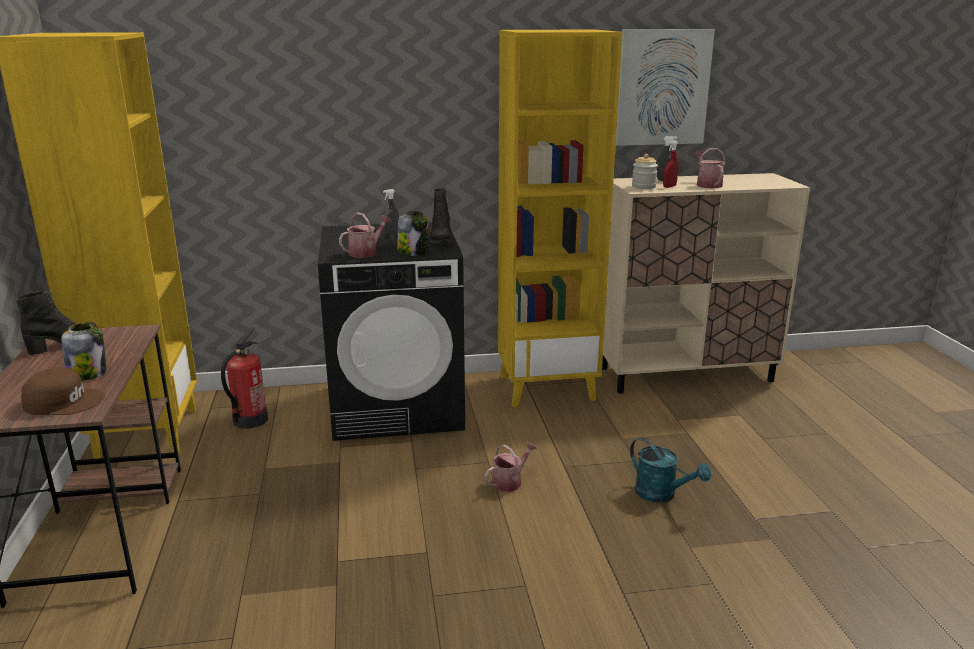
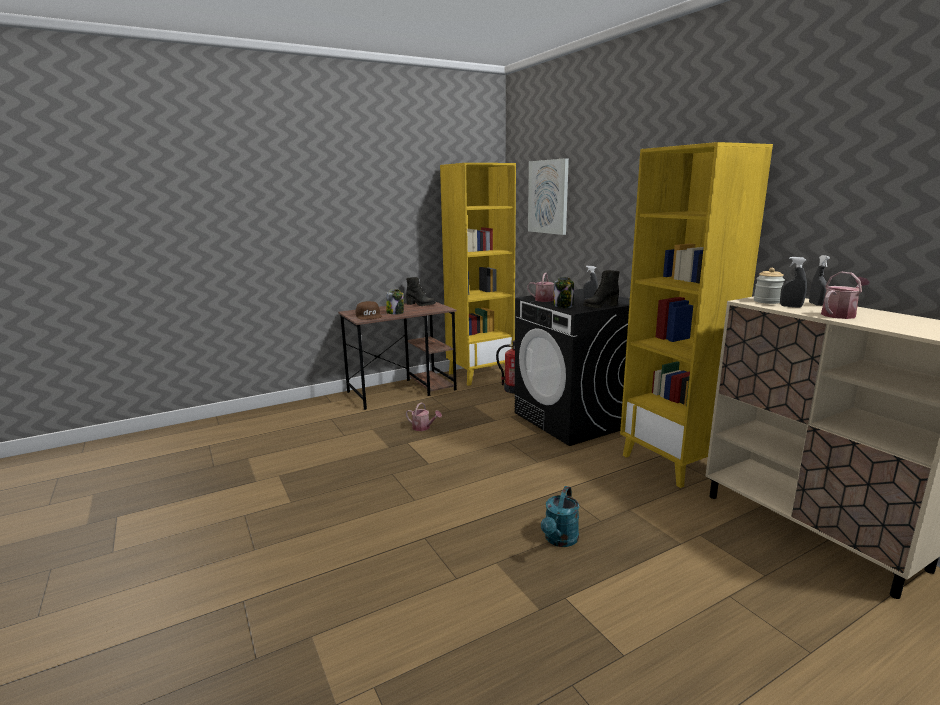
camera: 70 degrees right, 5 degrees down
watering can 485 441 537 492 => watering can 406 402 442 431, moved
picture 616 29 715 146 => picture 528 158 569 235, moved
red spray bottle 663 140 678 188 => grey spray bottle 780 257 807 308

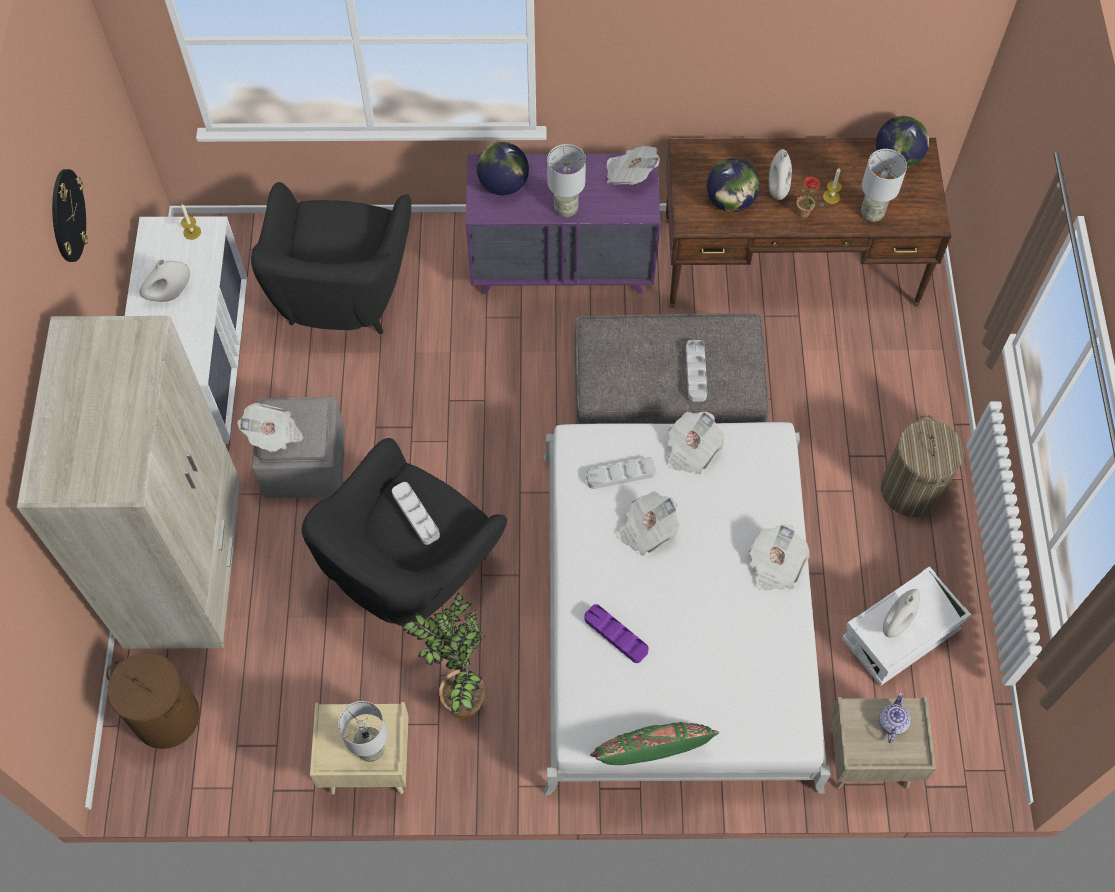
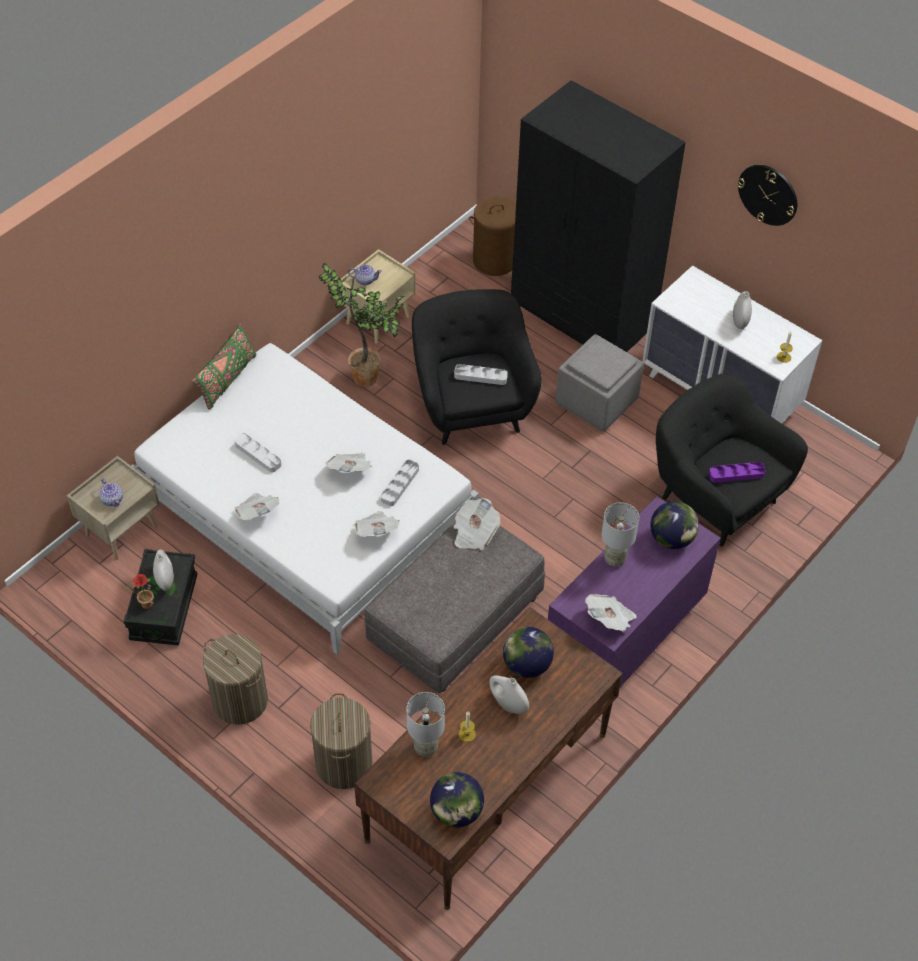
camera: 130 degrees right, 10 degrees down
nothing => laundry basket 310 693 372 789
newspaper 237 403 303 452 => newspaper 454 498 501 550, moved
purple tray 584 604 649 663 => purple tray 709 462 765 483, moved
grey tray 686 340 707 402 => grey tray 235 433 281 473, moved
potted plant 796 177 824 218 => potted plant 124 574 155 609, moved
grey table lamp 338 701 387 762 => teapot 348 264 382 285
beige wardrobe 17 316 240 649 => black wardrobe 511 80 686 352
white storage box 842 566 971 686 => black storage box 124 549 197 645

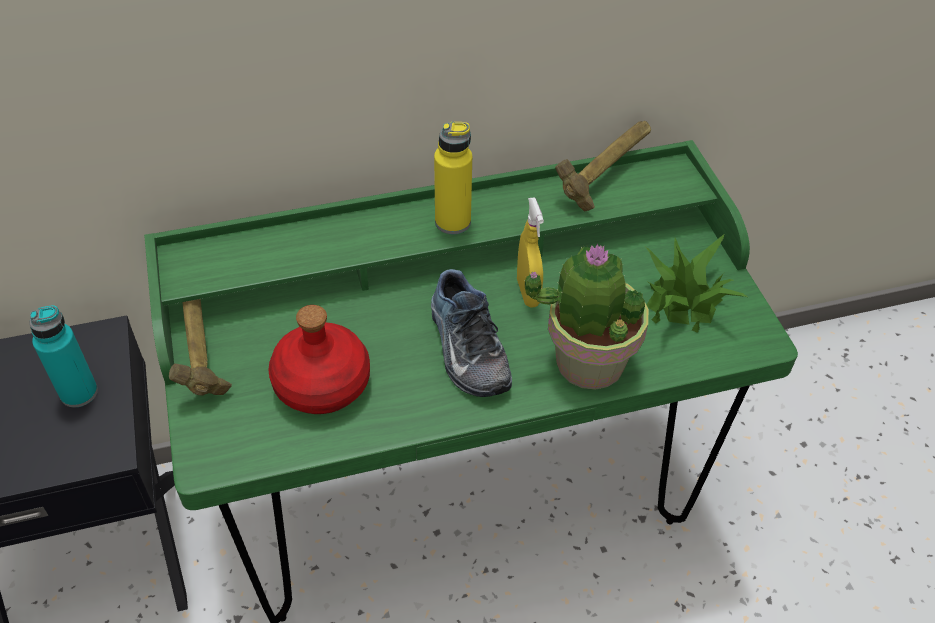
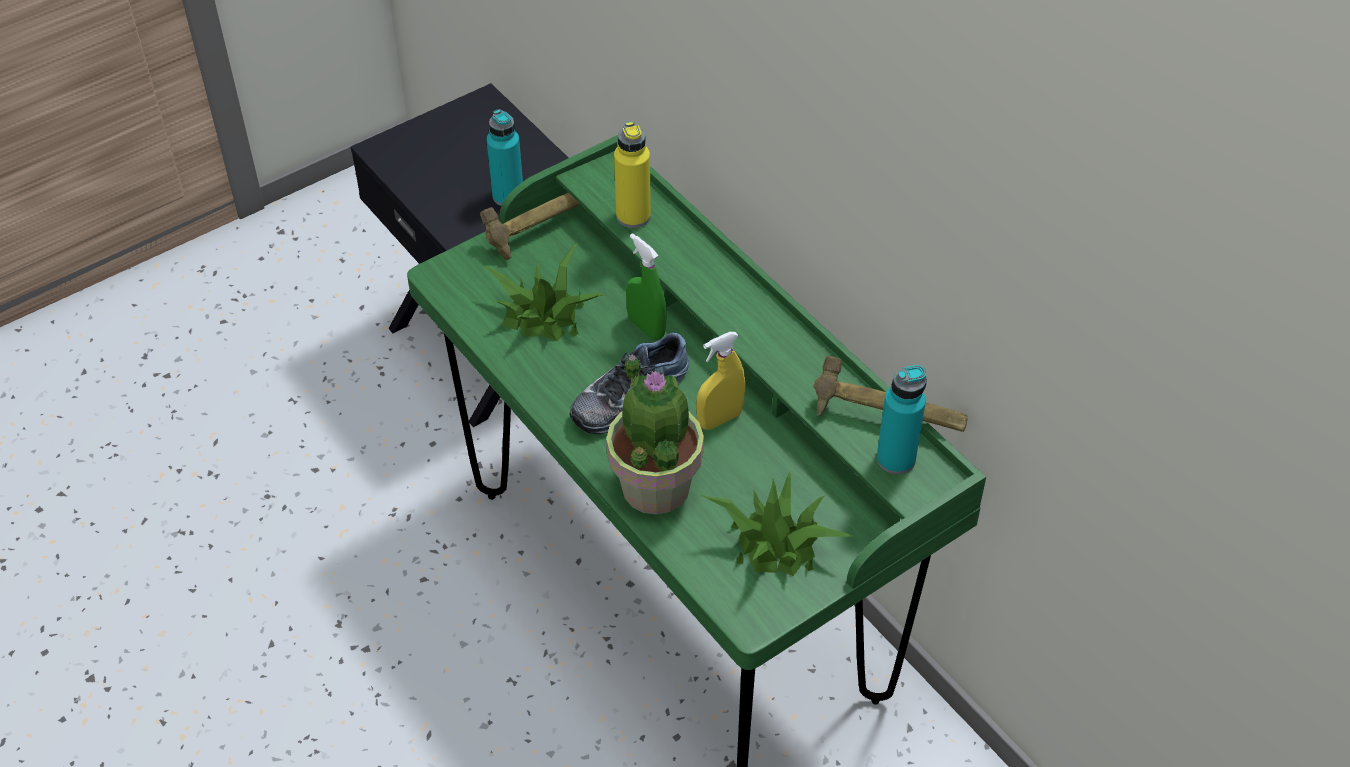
camera: 70 degrees right, 0 degrees up
nothing => green spray bottle 626 233 667 340
nothing => turquoise bottle 877 365 927 475
yellow bottle 434 122 472 234 => yellow bottle 614 122 651 228, moved
red bottle 268 305 370 414 => potted plant 483 242 605 341

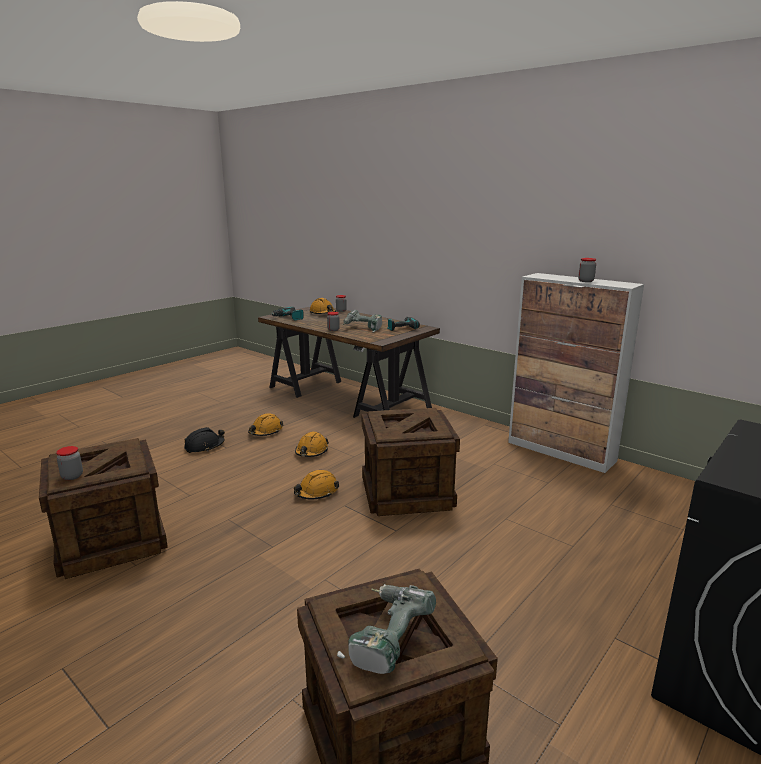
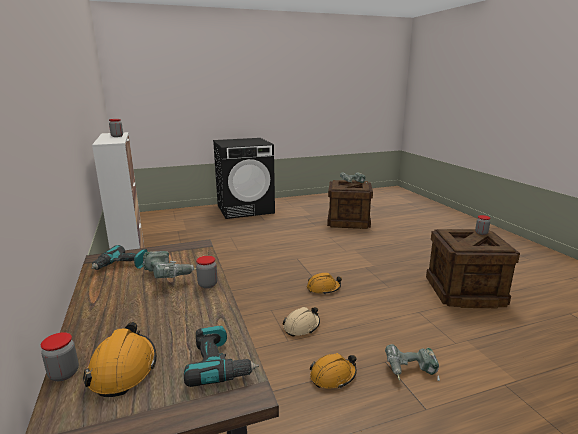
camera: 150 degrees left, 0 degrees up
crate 362 408 460 516 => nothing
black hard hat 184 427 225 453 => power drill 385 344 440 381
orange hard hat 295 432 329 457 => beige hard hat 282 307 320 337

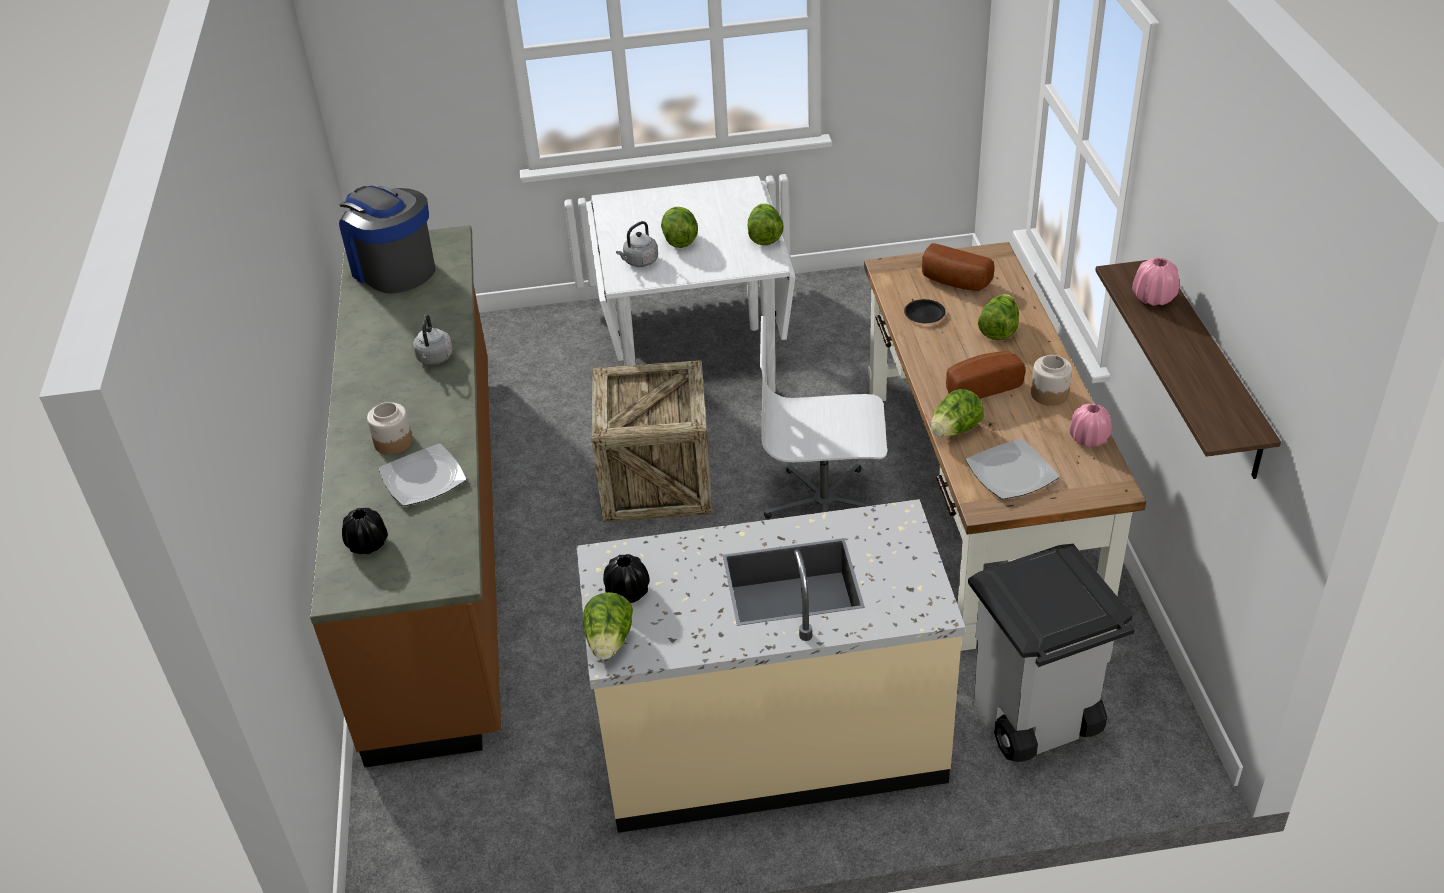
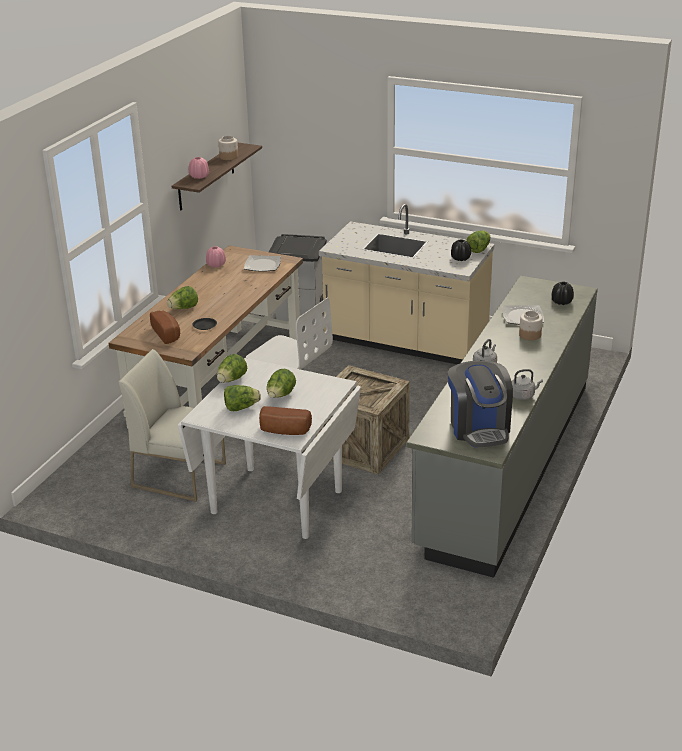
camera: 150 degrees left, 10 degrees down
nothing => white chair 119 349 226 501
grey kettle 616 221 658 267 => grey kettle 511 369 543 400, moved
lettuce 931 389 984 437 => lettuce 224 385 261 411, moved
bread 946 351 1025 399 => bread 259 406 312 435, moved
jar 1031 355 1072 406 => jar 219 136 238 160, moved
brown counter 310 225 501 768 => grey counter 406 276 598 578

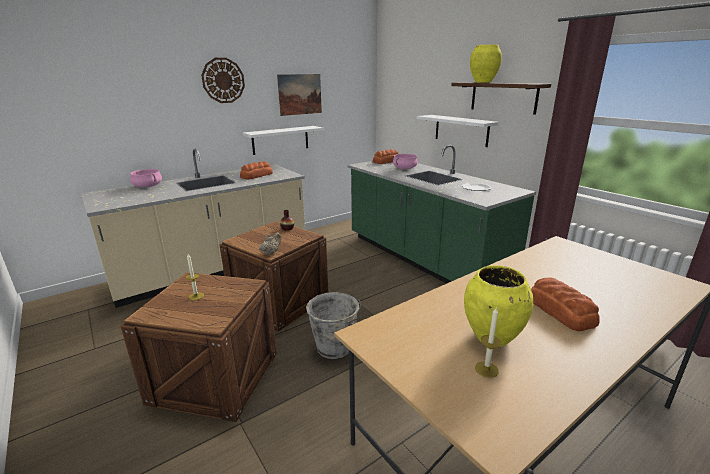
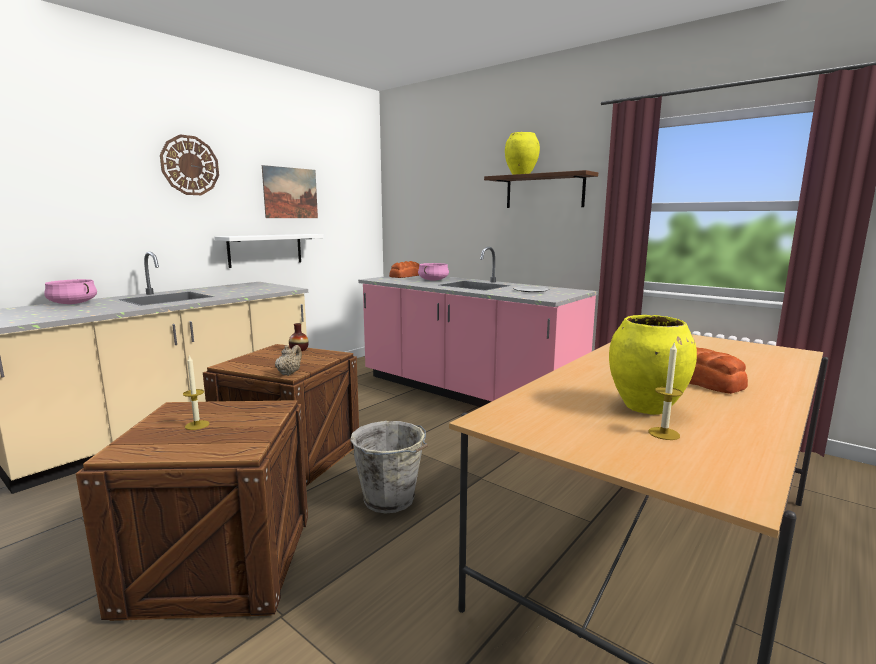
camera: 15 degrees left, 10 degrees down
bread 240 161 273 179 => nothing
white shelf 417 115 499 147 => nothing
green counter 347 145 536 284 => pink counter 358 247 598 407

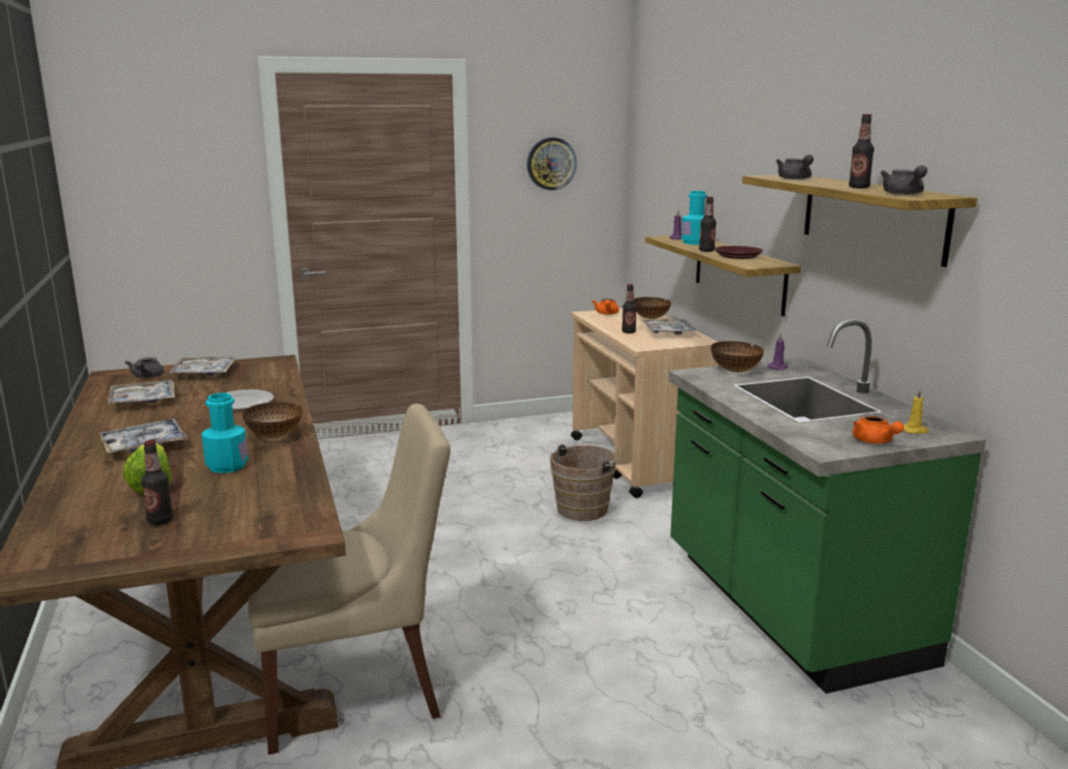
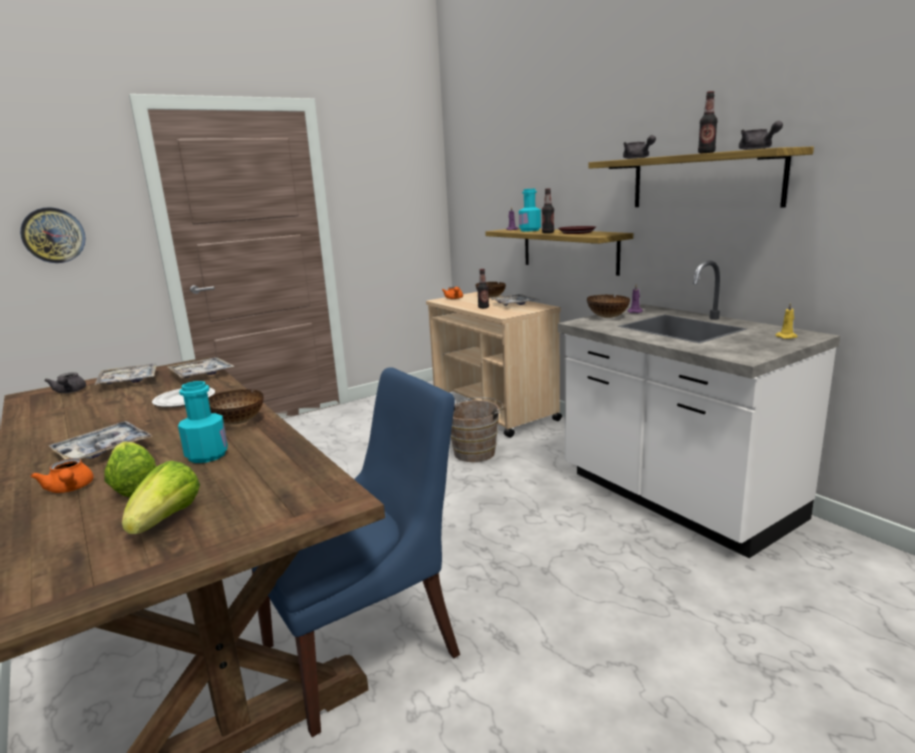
camera: 15 degrees left, 0 degrees up
tray 108 380 175 405 => tray 168 357 235 378, moved
wall clock 527 137 577 190 => wall clock 20 207 86 263, moved
orange teapot 852 413 904 444 => orange teapot 30 458 94 493, moved
bottle 141 440 173 525 => lettuce 122 461 200 534
beige chair 248 404 451 755 => blue chair 251 367 460 737
green counter 669 319 986 694 => white counter 558 261 840 558

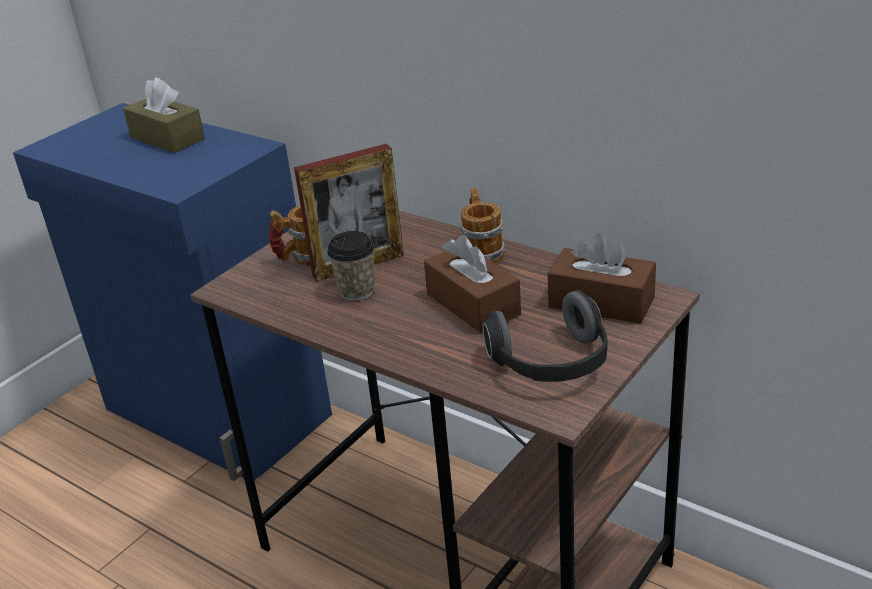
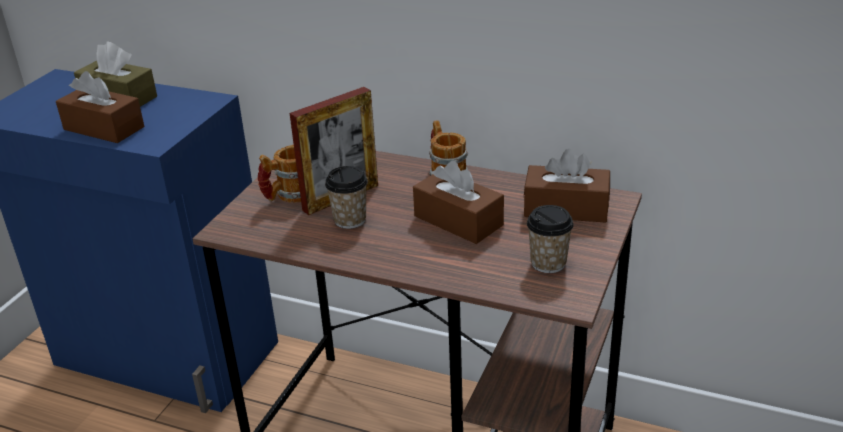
camera: 15 degrees left, 0 degrees up
nothing => brown tissue box 56 71 144 143
headphones 483 290 608 382 => cup 527 205 574 273

